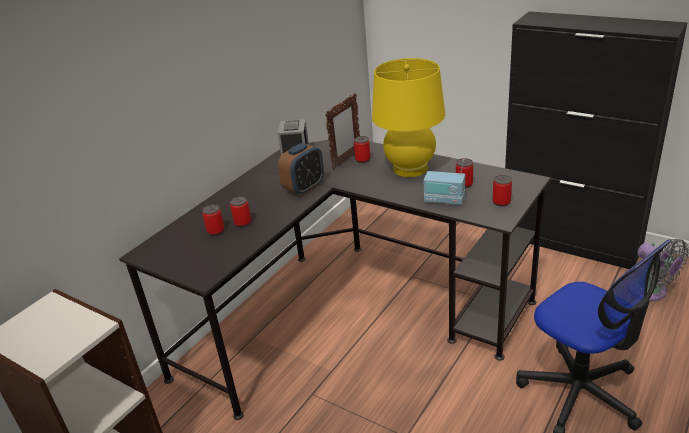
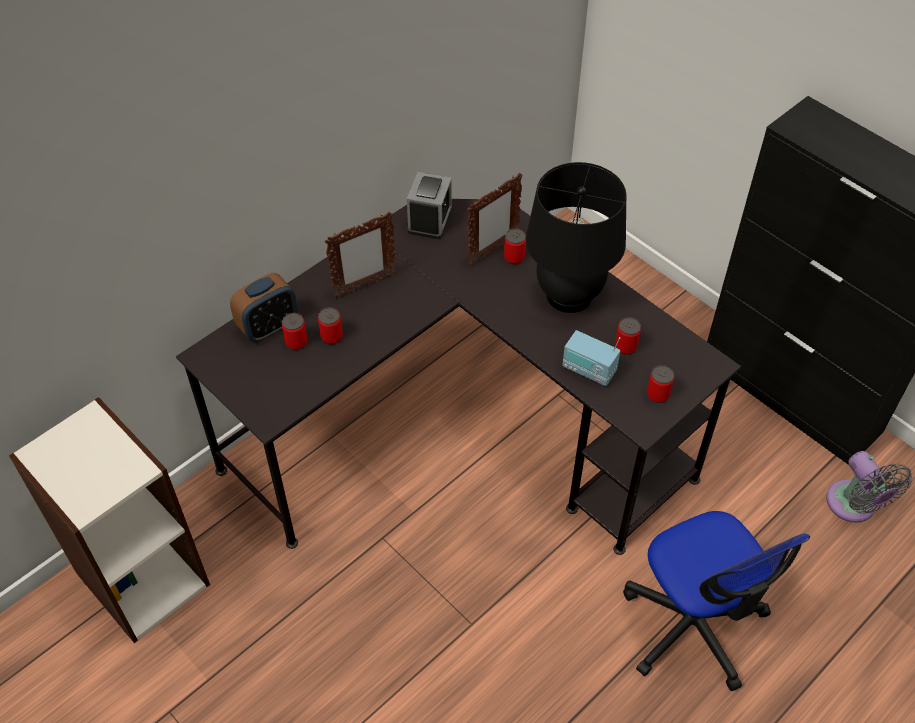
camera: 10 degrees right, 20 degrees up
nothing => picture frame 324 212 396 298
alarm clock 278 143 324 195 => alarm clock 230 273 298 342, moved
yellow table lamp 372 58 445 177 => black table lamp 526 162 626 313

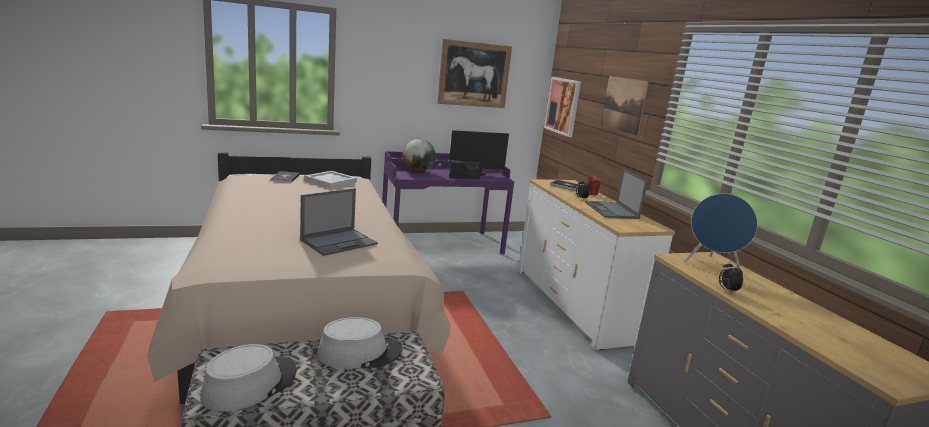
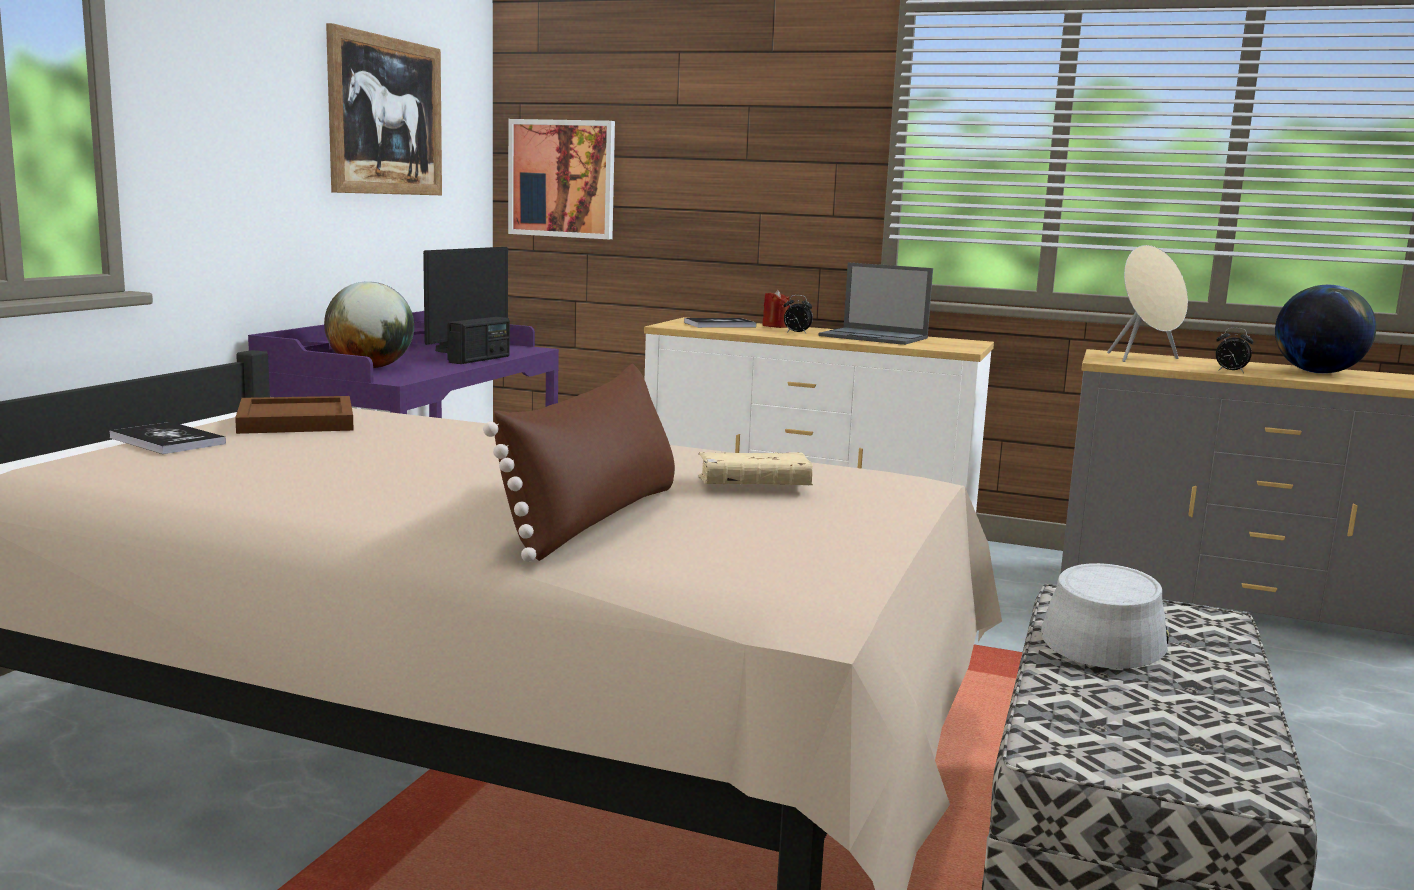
camera: 50 degrees left, 5 degrees down
grey hat 200 344 297 412 => nothing
picture 601 76 649 136 => nothing
nothing => brown pillow 483 364 675 562
nothing => globe 1275 285 1376 374
laptop 300 188 378 256 => beige book 698 452 813 485
white tray 305 171 357 189 => brown tray 235 396 354 434
blue speaker 684 193 758 269 => beige speaker 1107 245 1188 362

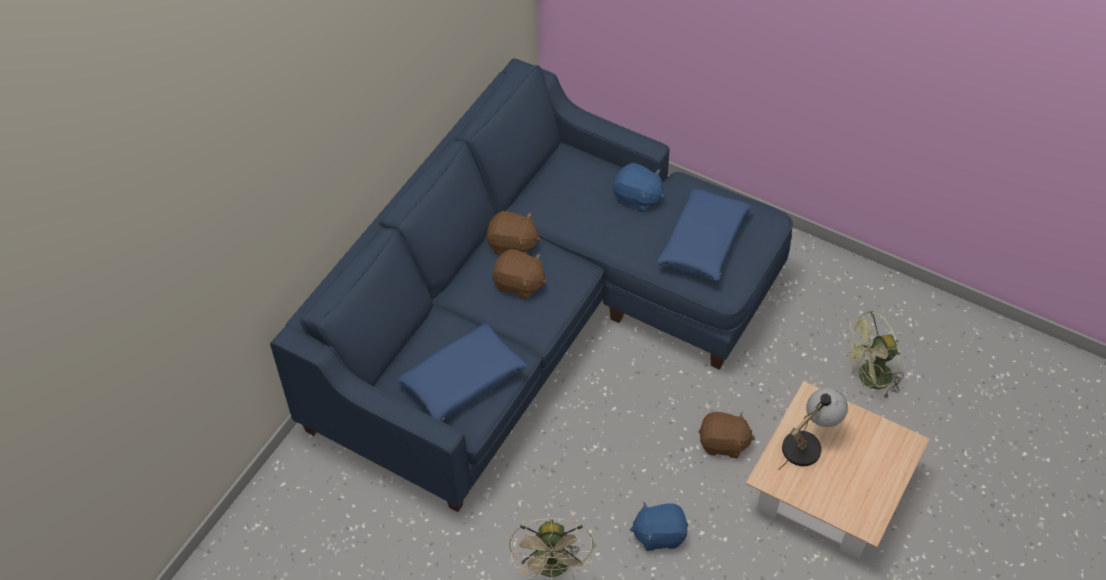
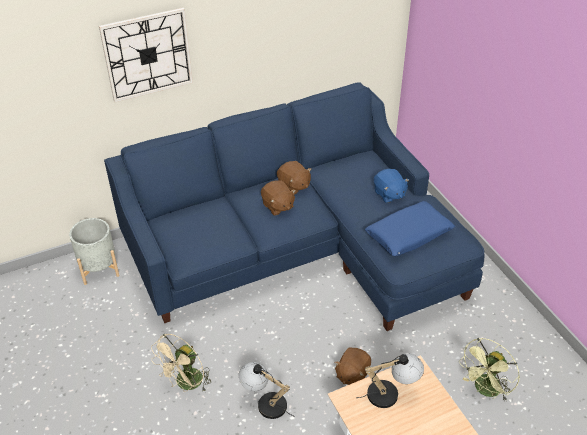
camera: 35 degrees right, 10 degrees down
blue pillow 397 324 527 422 => nothing
nothing => grey planter 69 218 120 285
nothing => wall clock 99 8 193 102
blue plush toy 630 501 688 551 => table lamp 239 362 295 419
brown plush toy 699 411 755 458 => brown plush toy 334 347 371 385, 75 degrees clockwise
green fan 843 311 904 399 => green fan 459 338 520 401, 60 degrees counterclockwise

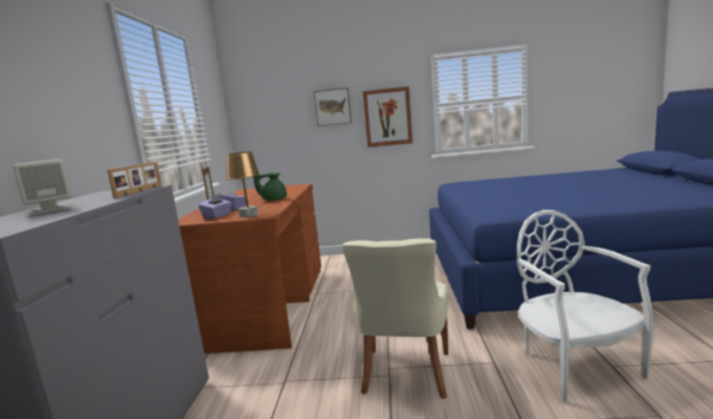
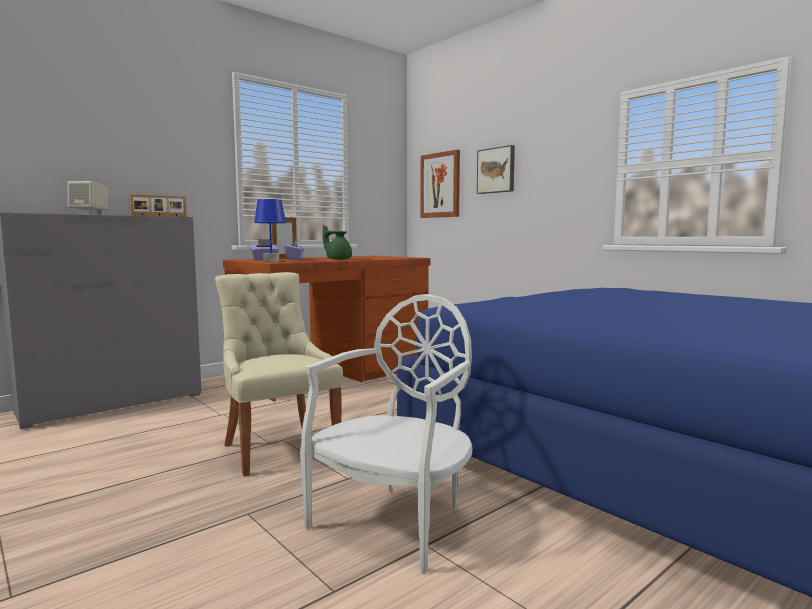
camera: 45 degrees right, 5 degrees down
picture 363 87 413 147 => picture 420 150 460 218, moved
brown table lamp 226 151 260 218 => blue table lamp 254 199 286 262
beige chair 342 239 449 399 => beige chair 215 272 343 477, 90 degrees clockwise

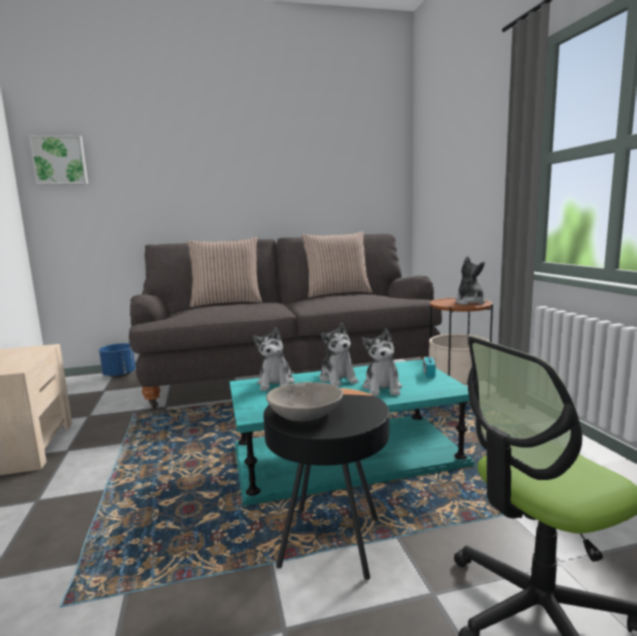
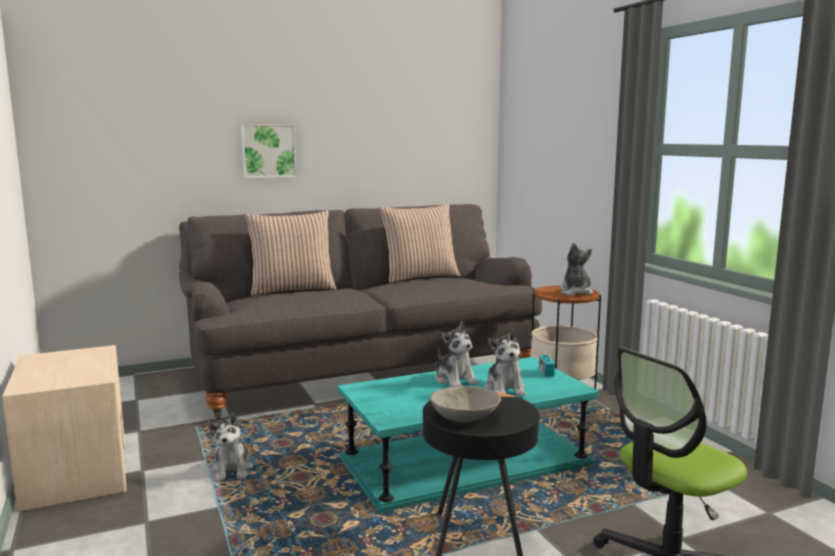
camera: 10 degrees left, 0 degrees up
blue planter 99 343 136 378 => nothing
picture 28 135 88 185 => picture 241 124 297 178, moved
plush toy 253 327 295 391 => plush toy 207 412 253 481, moved

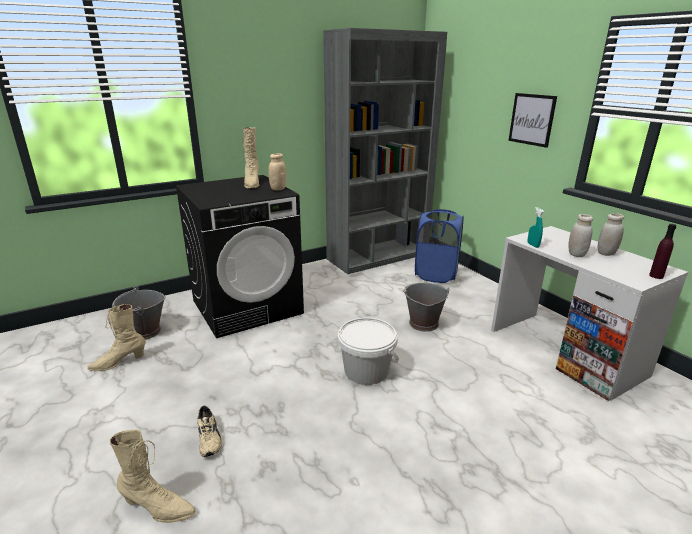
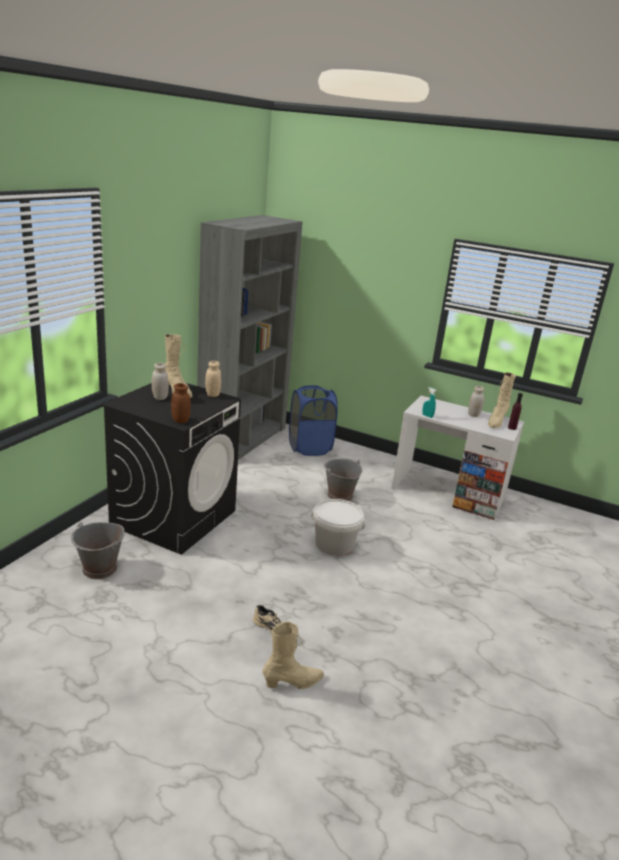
camera: 35 degrees left, 0 degrees up
picture 508 93 557 148 => nothing
nothing => brown jar 171 383 191 423
beige boot 87 304 146 371 => beige boot 488 372 516 428, moved
white jar 568 214 593 257 => white jar 151 363 169 400, moved

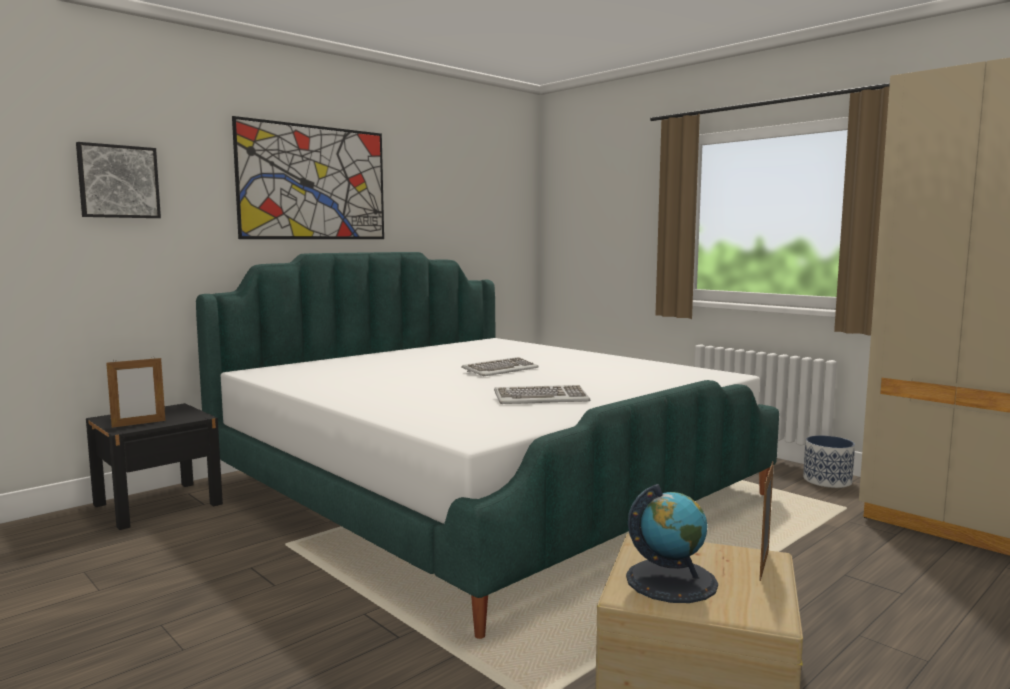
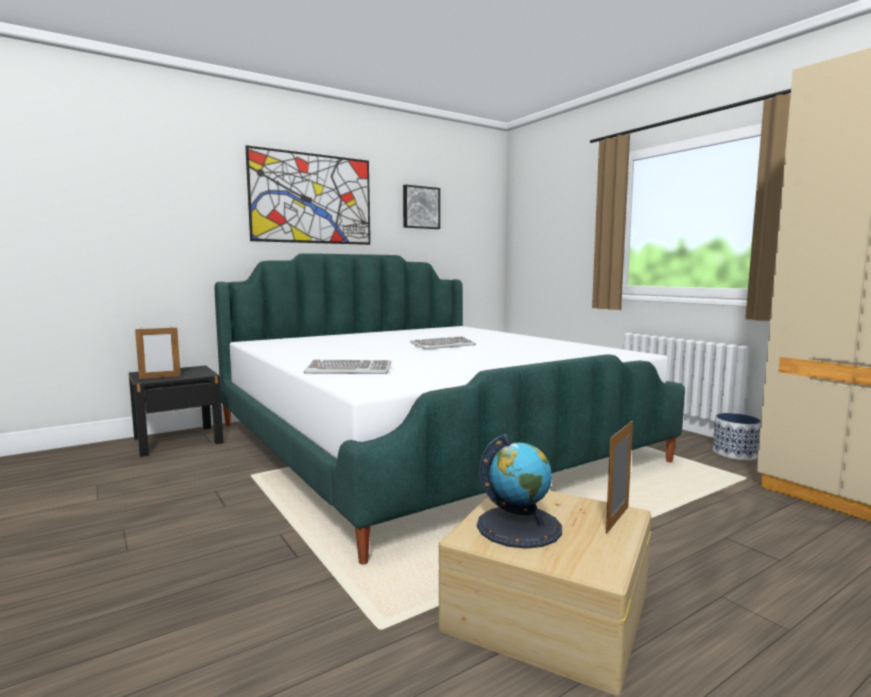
camera: 10 degrees right, 0 degrees up
picture 76 142 161 218 => picture 403 185 440 229, moved
keyboard 494 385 590 404 => keyboard 304 360 391 374, moved

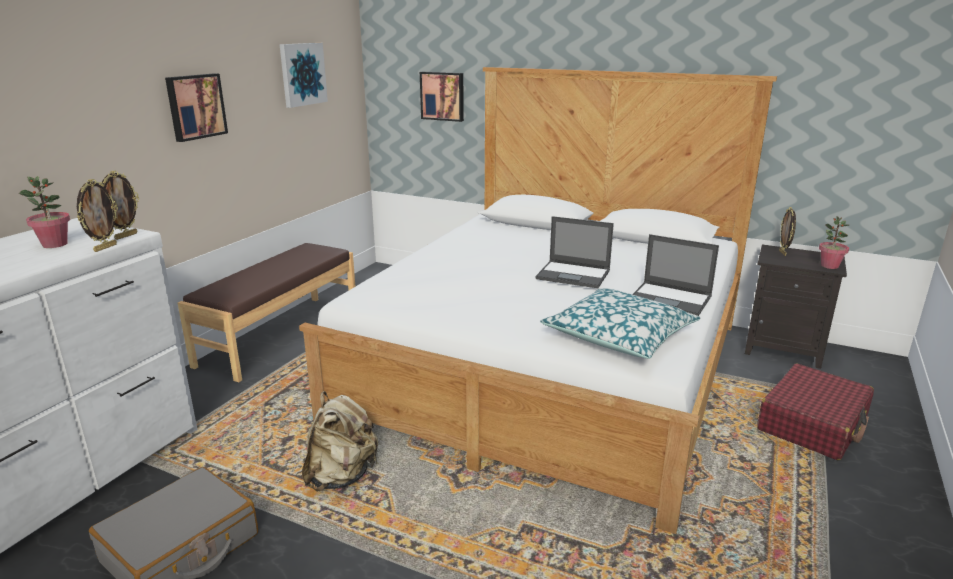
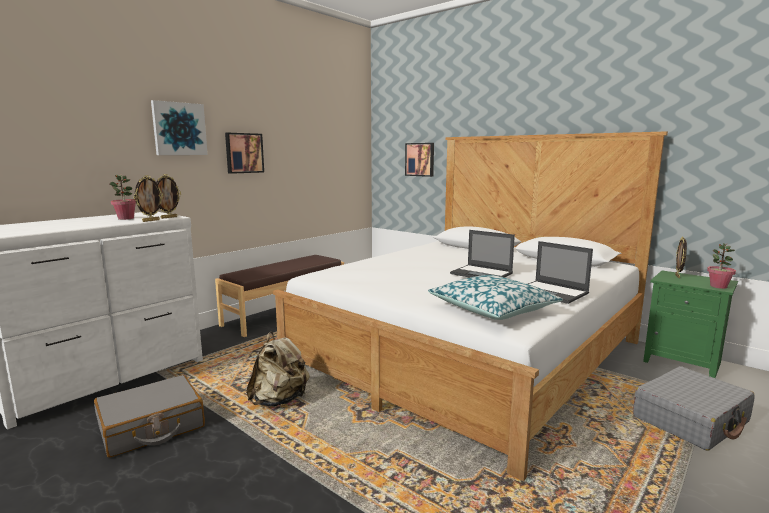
camera: 15 degrees right, 10 degrees down
picture 279 43 328 108 => picture 151 100 208 155, moved
black nightstand 745 244 847 369 => green nightstand 643 270 738 378
red suitcase 757 363 874 460 => grey suitcase 633 366 755 451

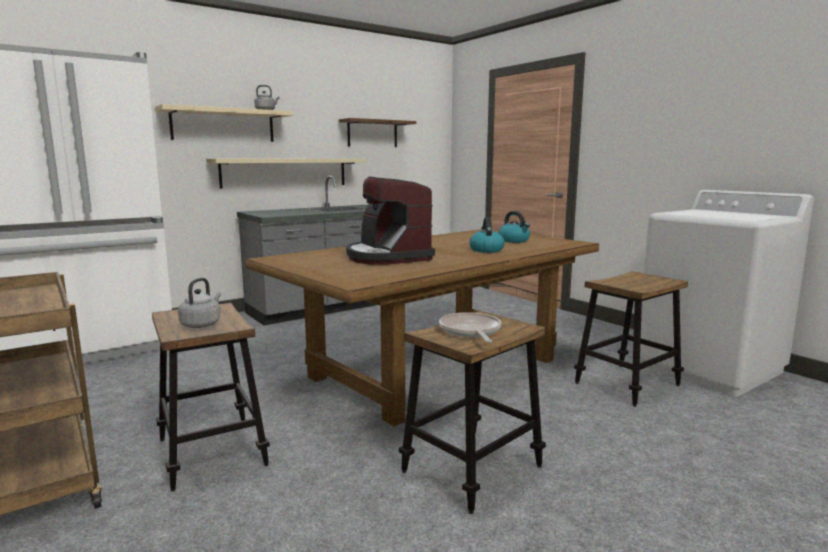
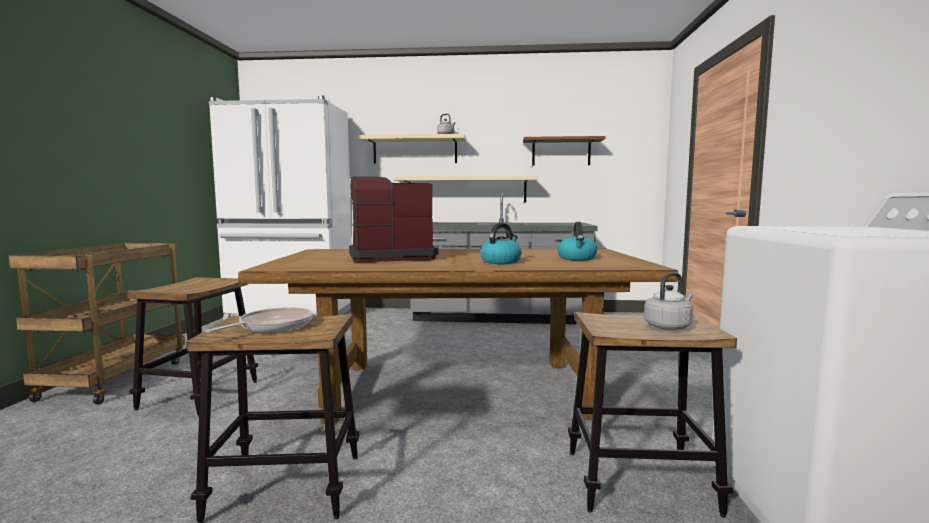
camera: 40 degrees right, 5 degrees down
grey kettle 178 278 221 328 => grey kettle 644 273 693 330, moved
coffee machine 346 177 435 265 => coffee machine 349 176 438 262, 60 degrees clockwise

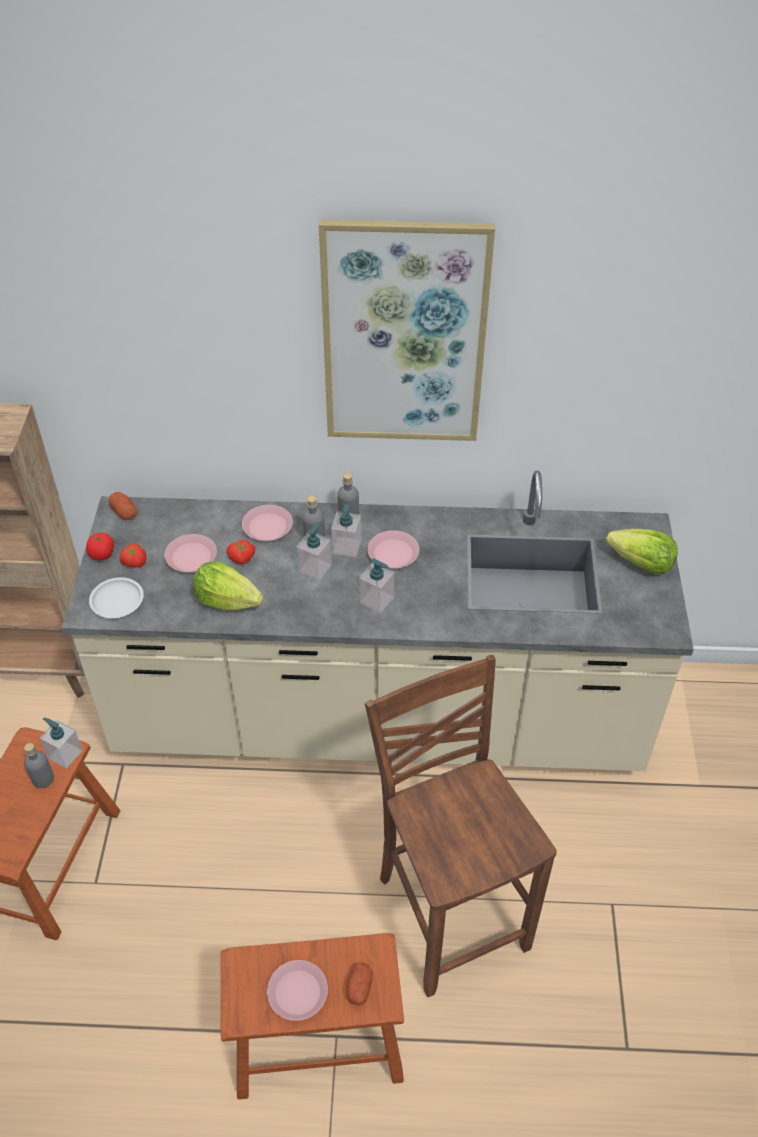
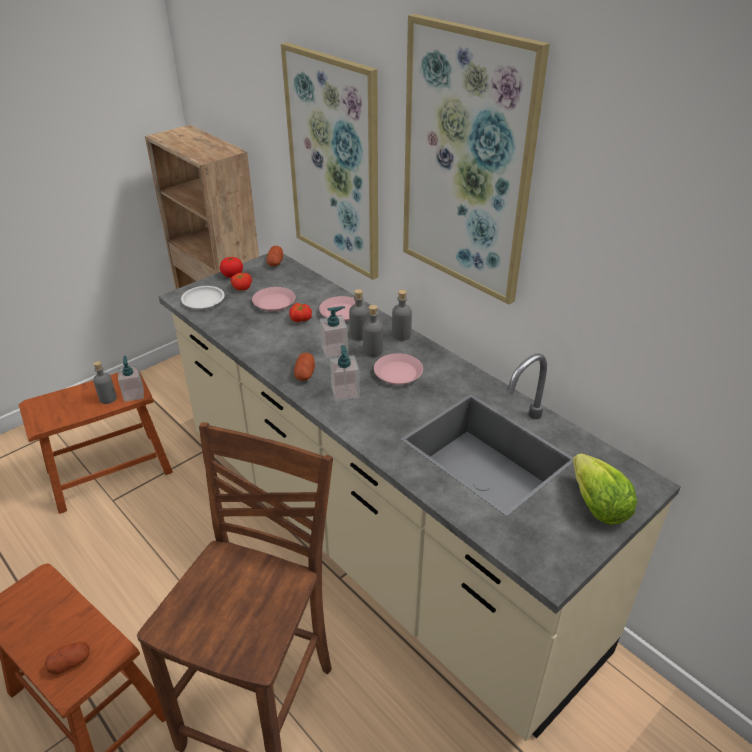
camera: 45 degrees right, 10 degrees down
lettuce 193 561 263 610 => nothing
pink plate 267 960 328 1021 => nothing
nothing => picture 281 42 378 280
nothing => potato 294 353 315 381
soap dispenser 331 504 361 557 => grey bottle 363 305 383 357

